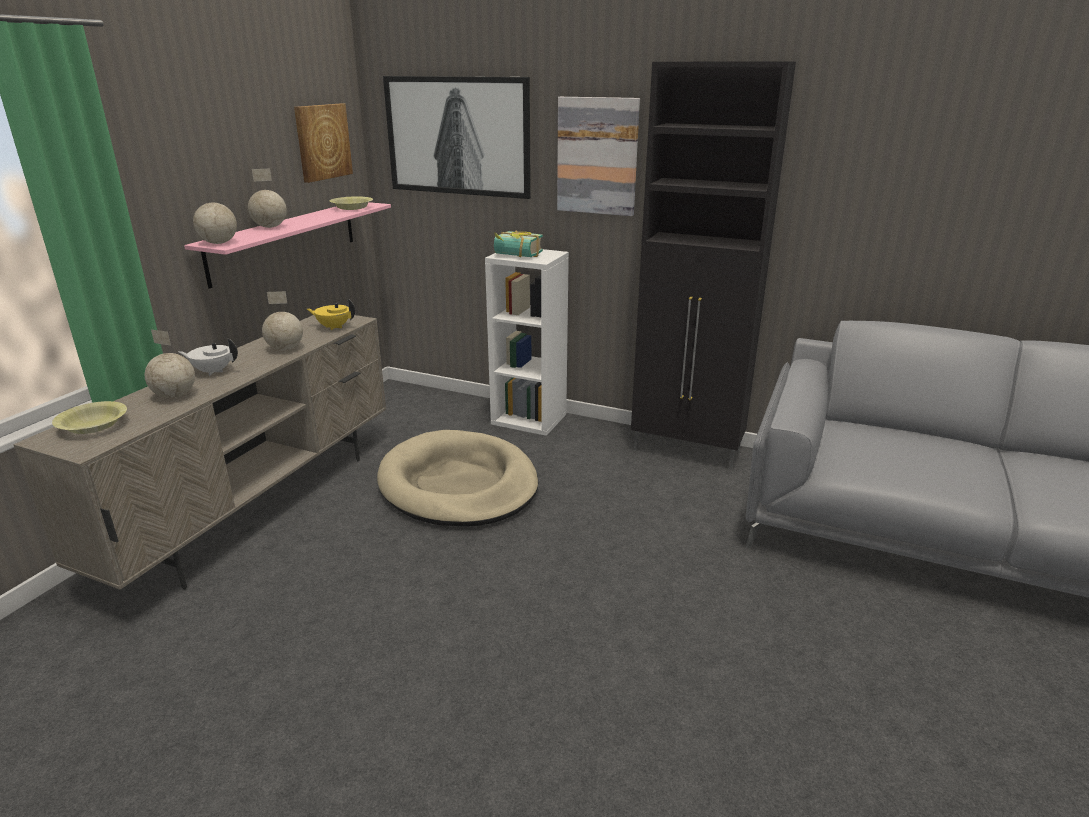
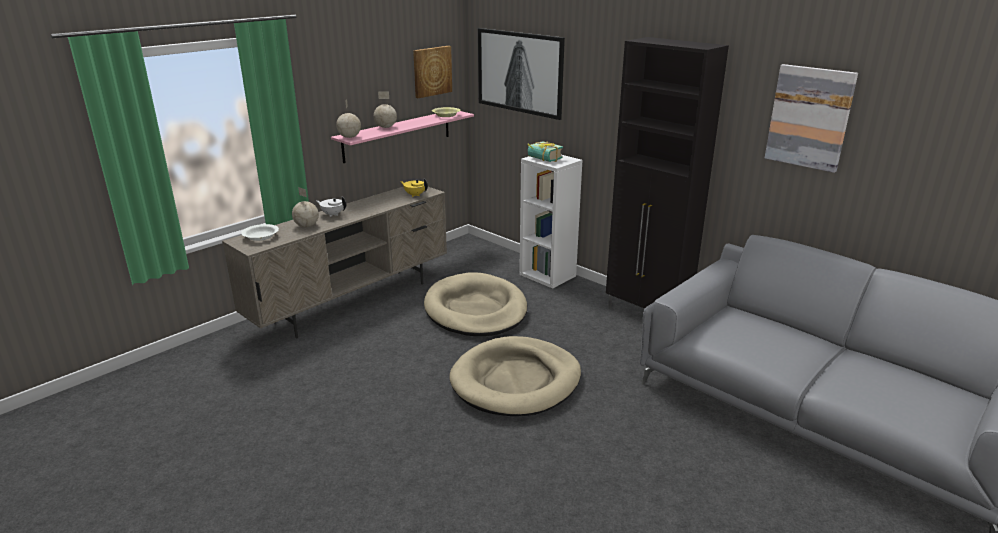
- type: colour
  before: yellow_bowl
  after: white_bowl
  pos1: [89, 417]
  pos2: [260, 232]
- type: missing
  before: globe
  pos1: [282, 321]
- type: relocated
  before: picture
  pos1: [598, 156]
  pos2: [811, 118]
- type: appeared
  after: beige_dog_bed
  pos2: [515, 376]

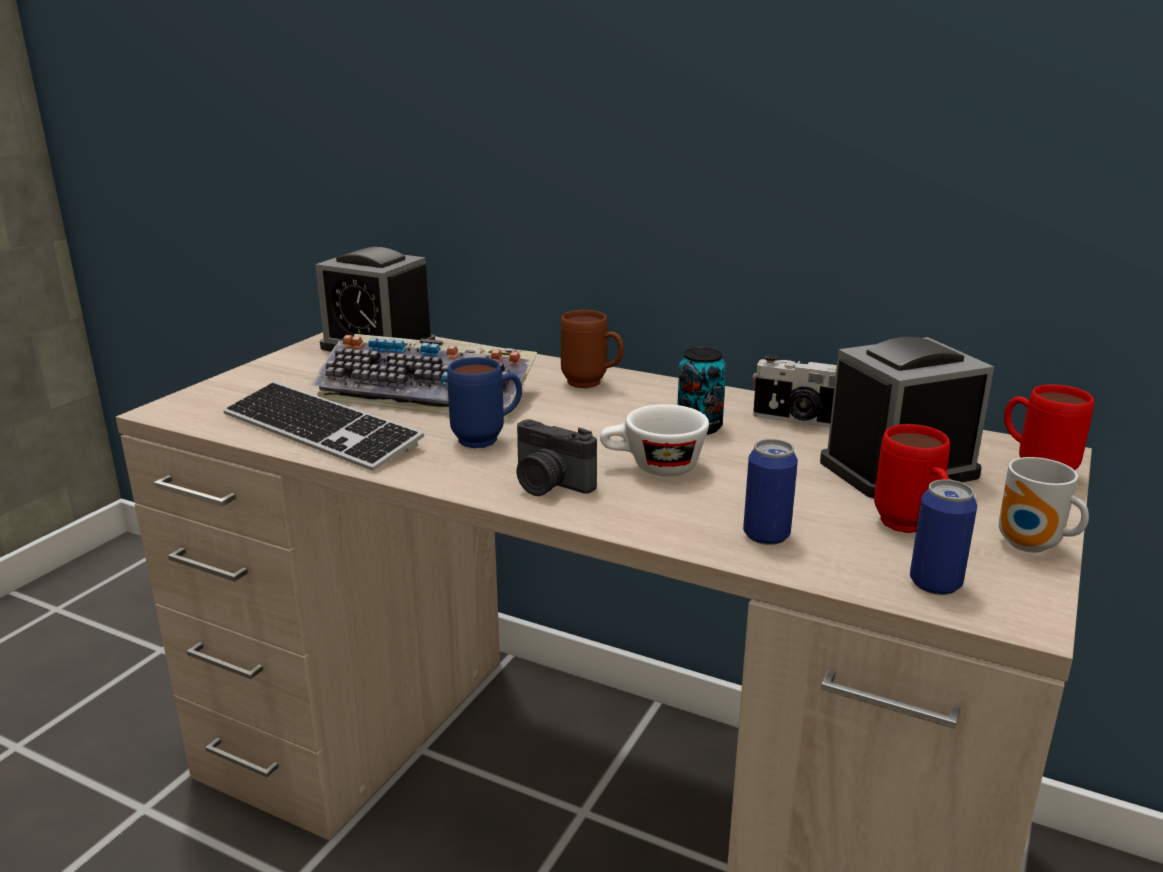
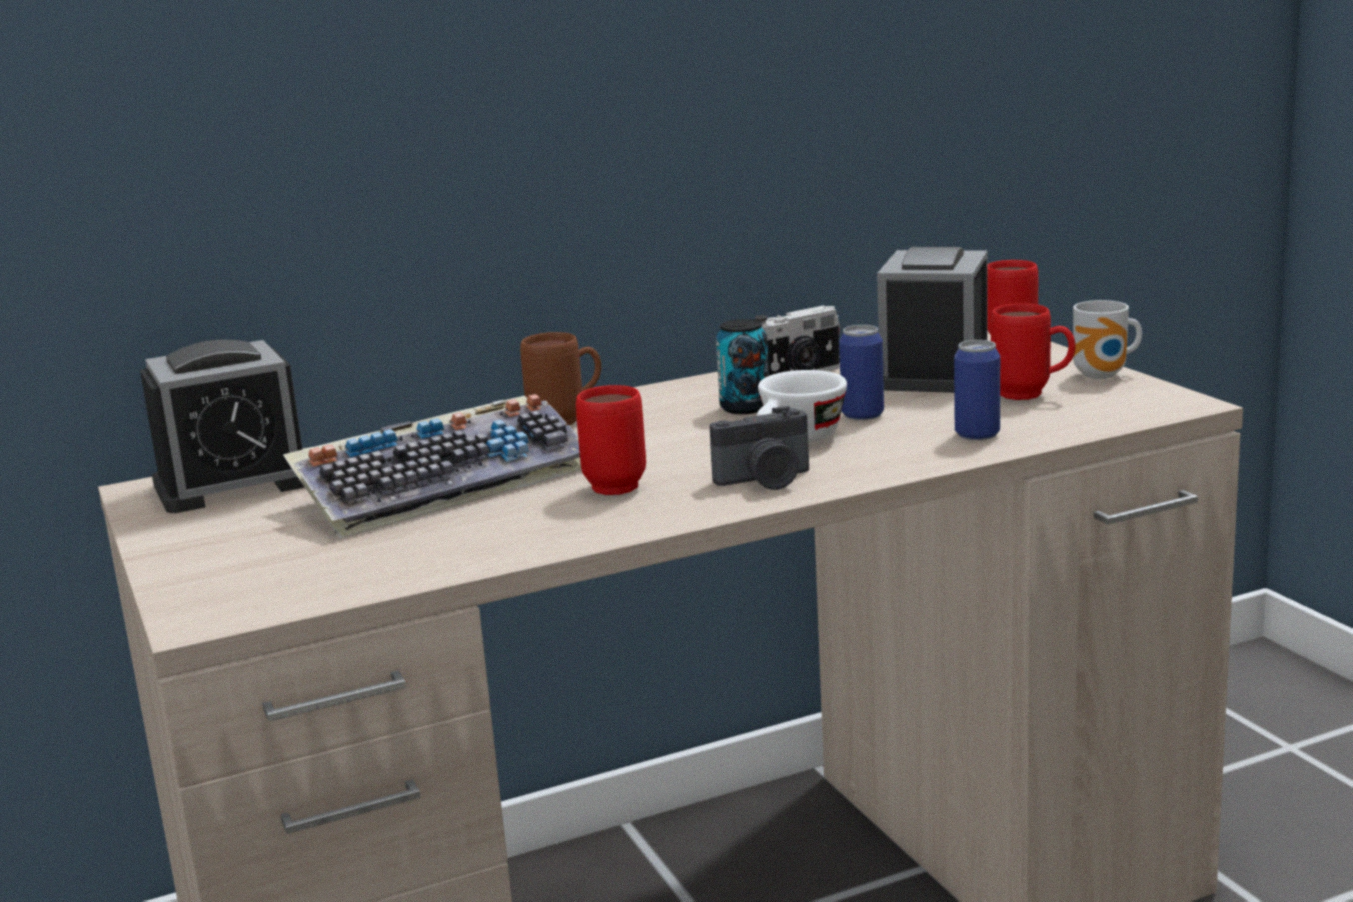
- type: missing
  before: keyboard
  pos1: [323, 426]
- type: colour
  before: blue_mug
  after: red_mug
  pos1: [484, 402]
  pos2: [611, 440]
- type: relocated
  before: can
  pos1: [943, 537]
  pos2: [861, 372]

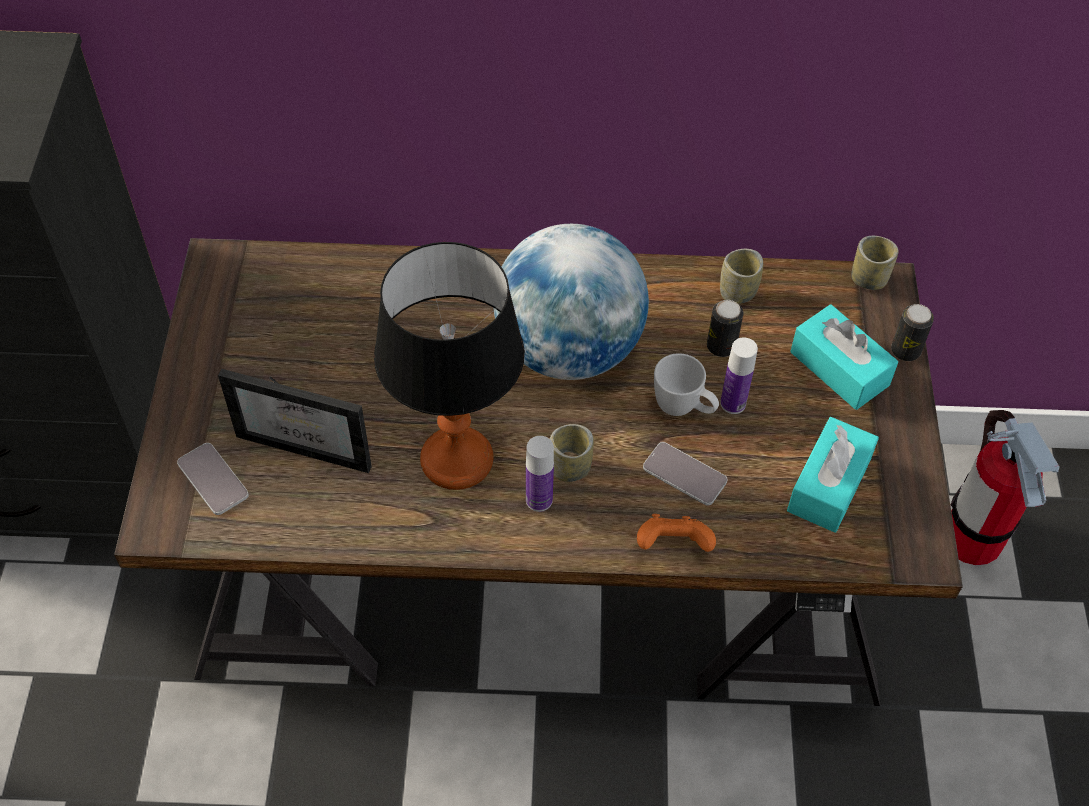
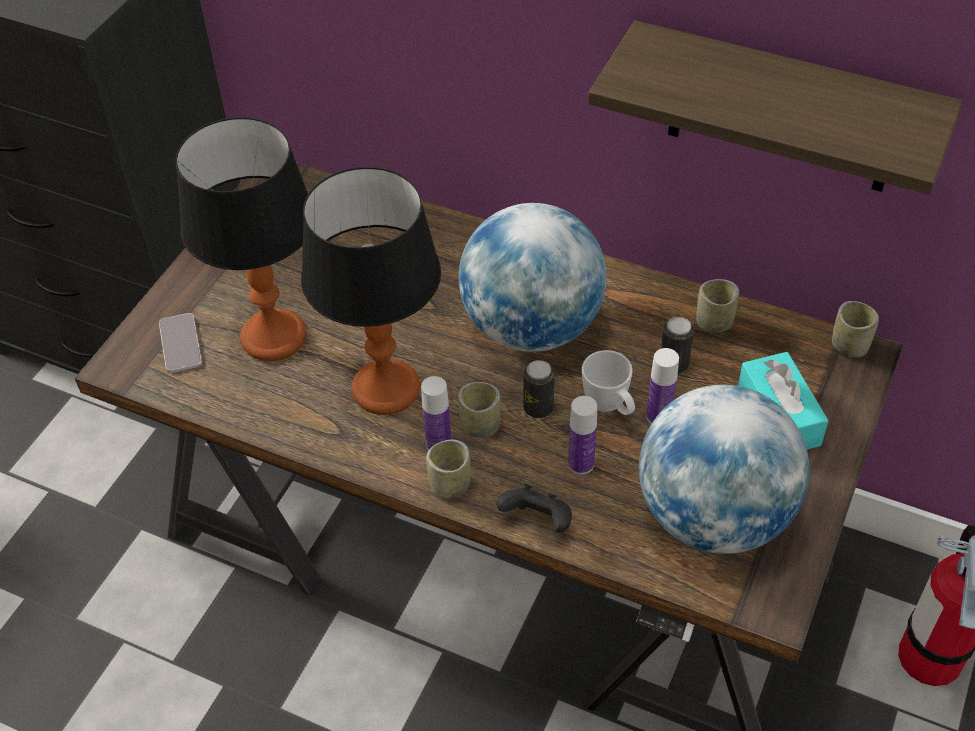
- type: exchanged
  before: picture_frame
  after: table_lamp
  pos1: [295, 421]
  pos2: [241, 239]
- type: colour
  before: orange_game_controller
  after: black_game_controller
  pos1: [676, 533]
  pos2: [534, 508]
- type: exchanged
  before: phone
  after: bottle
  pos1: [685, 474]
  pos2: [582, 435]
- type: exchanged
  before: turquoise_tissue_box
  after: globe
  pos1: [833, 475]
  pos2: [724, 469]
- type: relocated
  before: can
  pos1: [912, 332]
  pos2: [539, 389]
- type: appeared
  after: cup
  pos2: [448, 469]
- type: appeared
  after: shelf
  pos2: [775, 107]

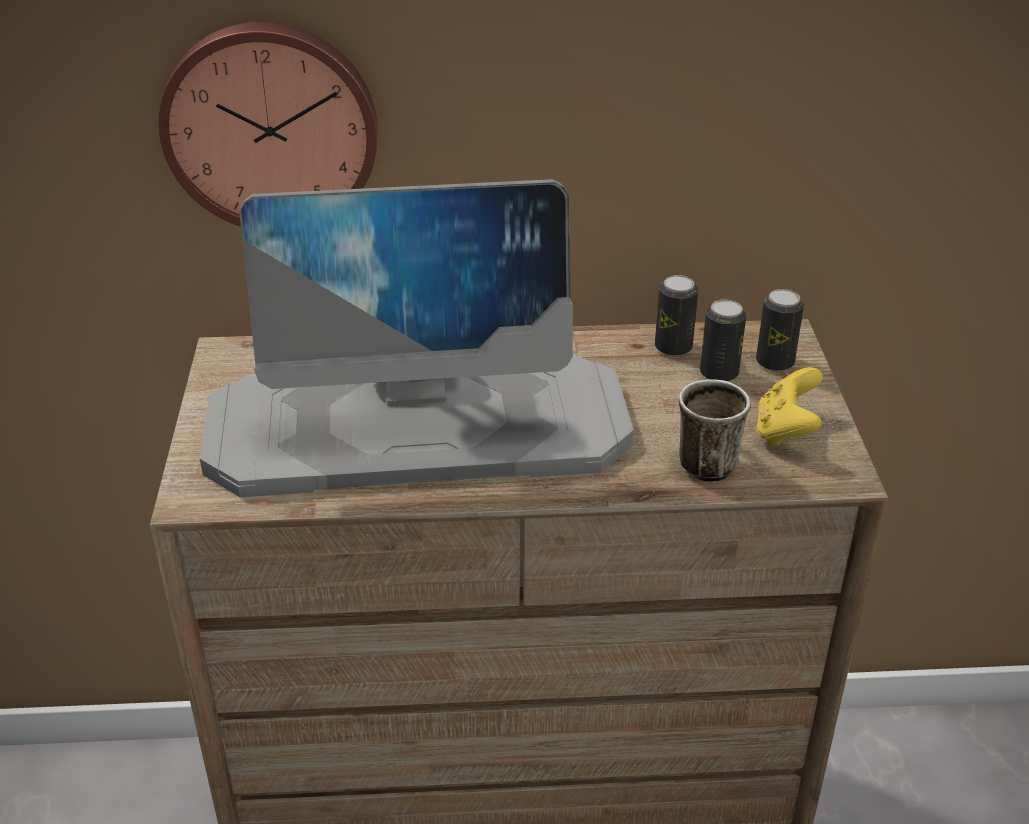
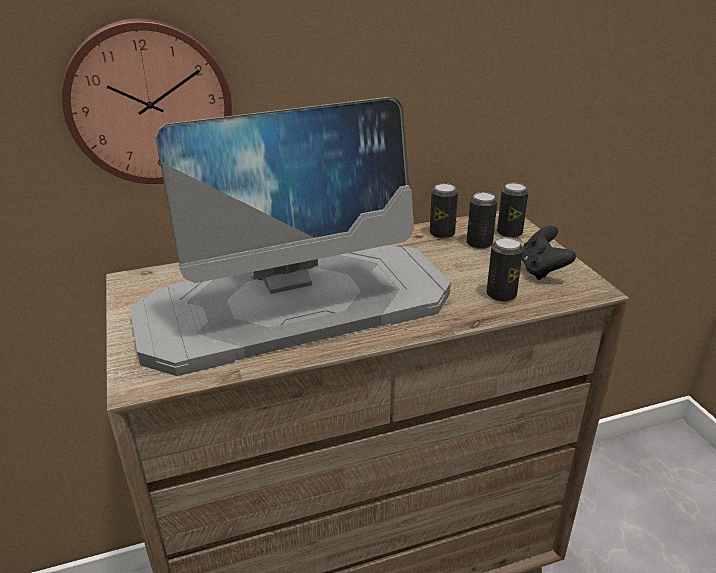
- type: exchanged
  before: mug
  after: can
  pos1: [714, 430]
  pos2: [505, 269]
- type: colour
  before: yellow_game_controller
  after: black_game_controller
  pos1: [789, 407]
  pos2: [549, 253]

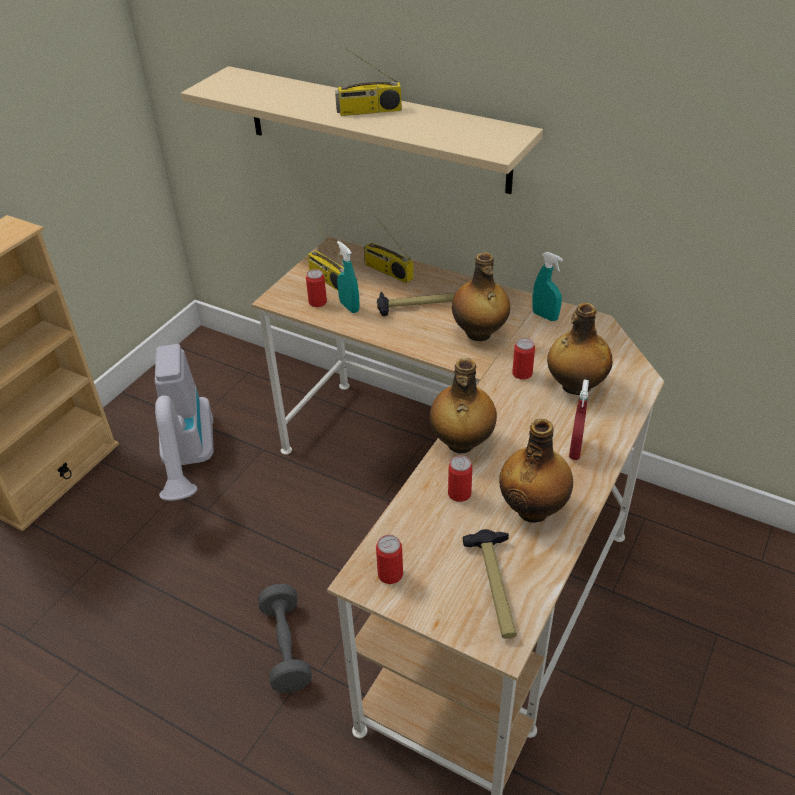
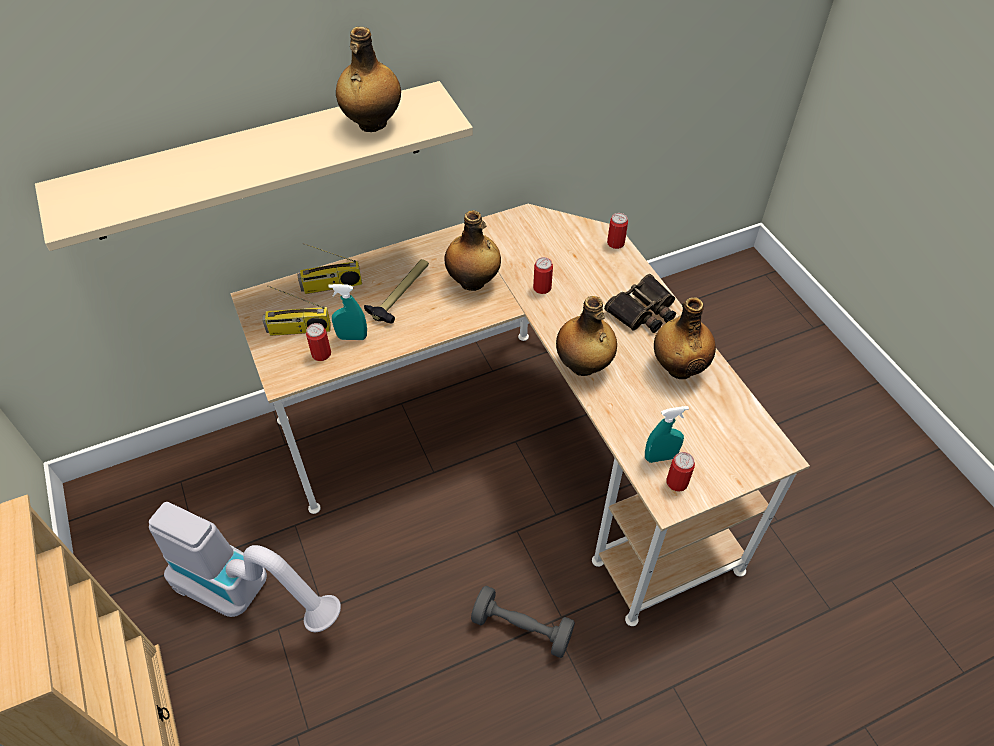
- type: missing
  before: radio
  pos1: [368, 82]
- type: relocated
  before: can
  pos1: [460, 478]
  pos2: [617, 231]
- type: missing
  before: hammer
  pos1: [490, 583]
- type: relocated
  before: turquoise_spray_bottle
  pos1: [547, 286]
  pos2: [667, 434]
- type: relocated
  before: bottle
  pos1: [580, 349]
  pos2: [368, 79]
- type: exchanged
  before: red_spray_bottle
  after: binoculars
  pos1: [579, 419]
  pos2: [640, 303]

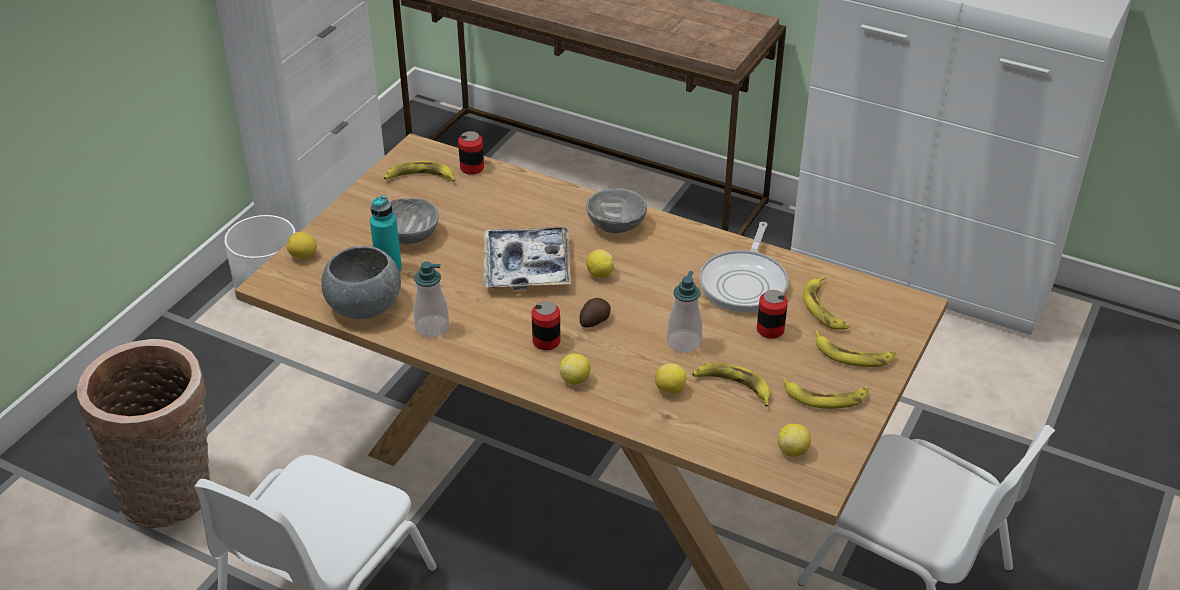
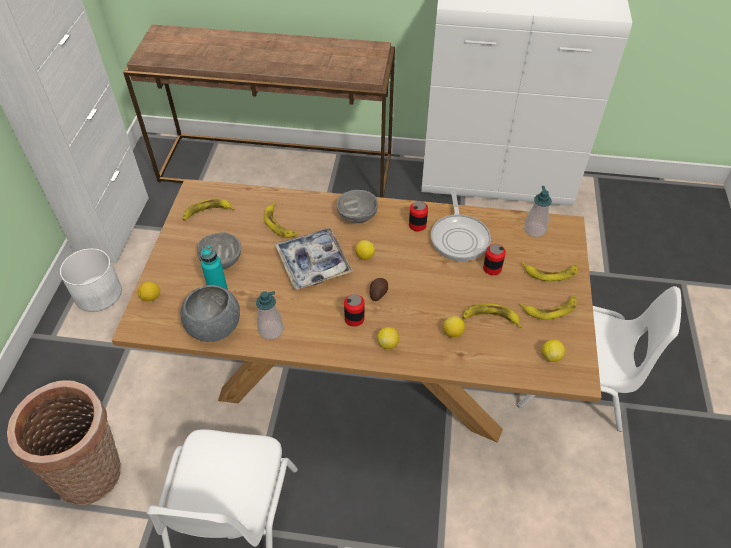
- type: relocated
  before: can
  pos1: [471, 153]
  pos2: [418, 216]
- type: relocated
  before: soap_dispenser
  pos1: [684, 312]
  pos2: [538, 211]
- type: relocated
  before: banana
  pos1: [826, 303]
  pos2: [280, 220]

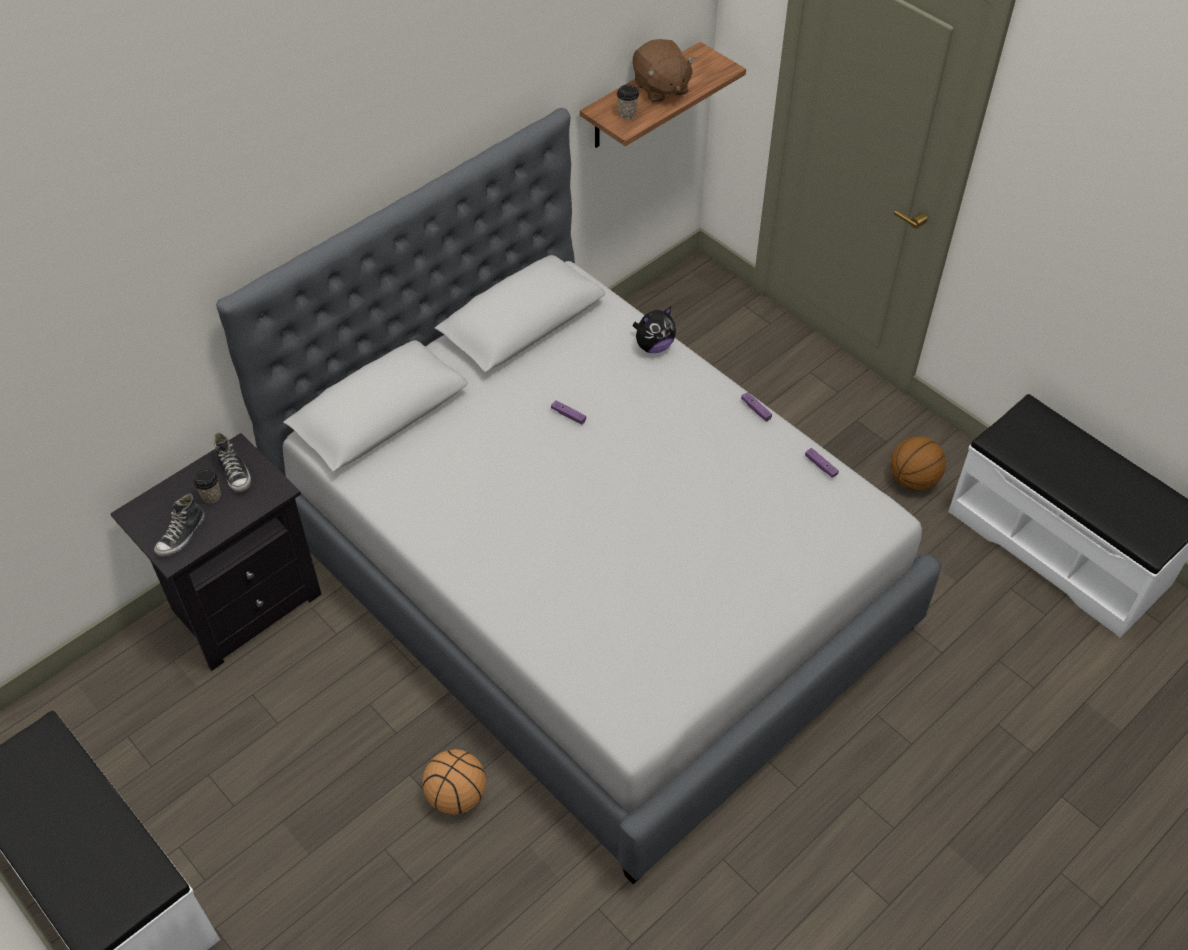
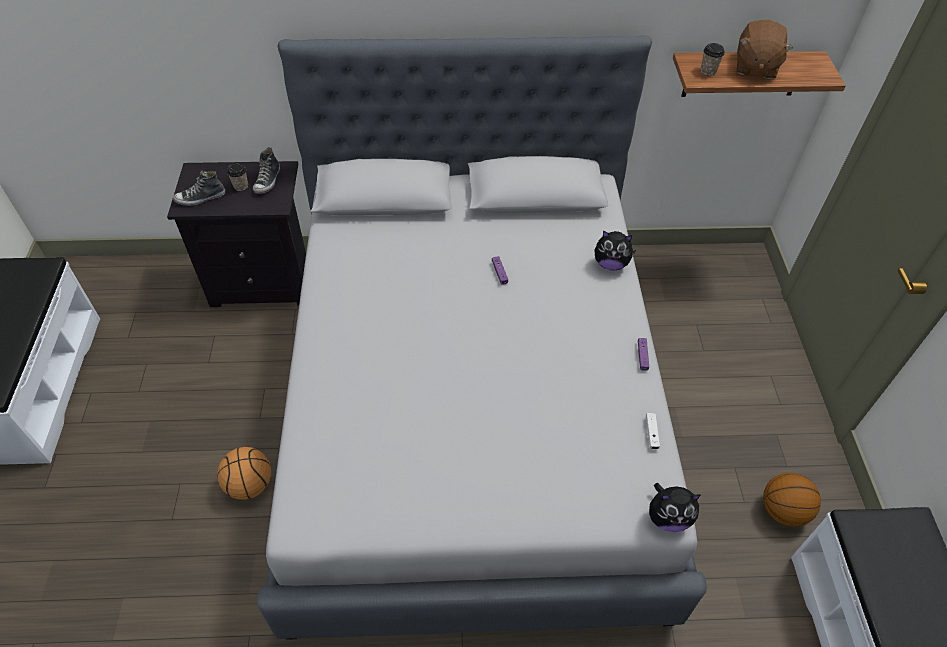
- type: colour
  before: purple_game_controller
  after: white_game_controller
  pos1: [822, 463]
  pos2: [653, 431]
- type: appeared
  after: plush_toy
  pos2: [675, 507]

